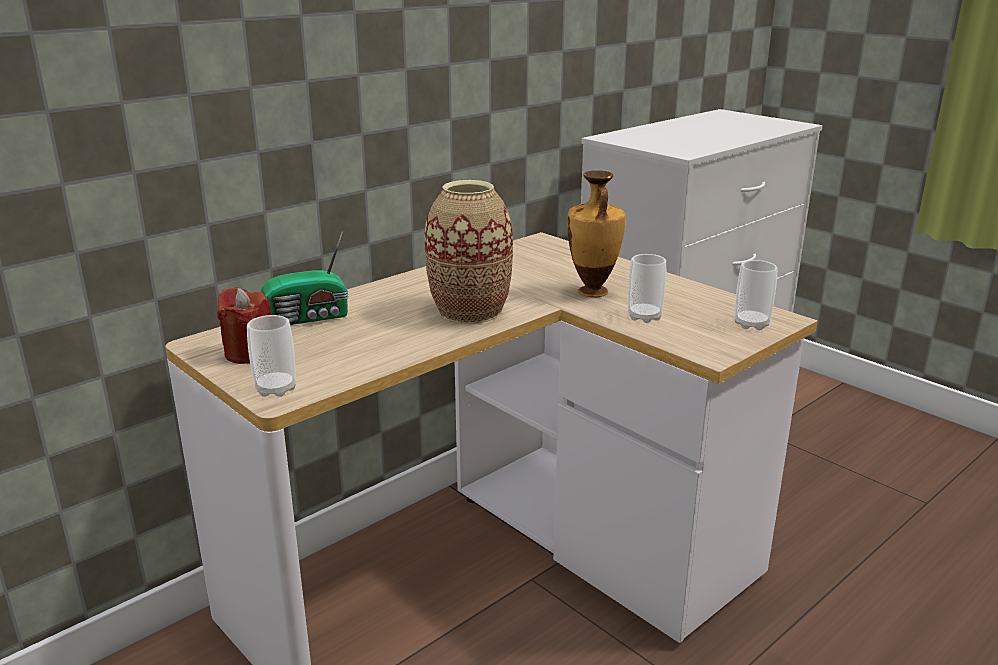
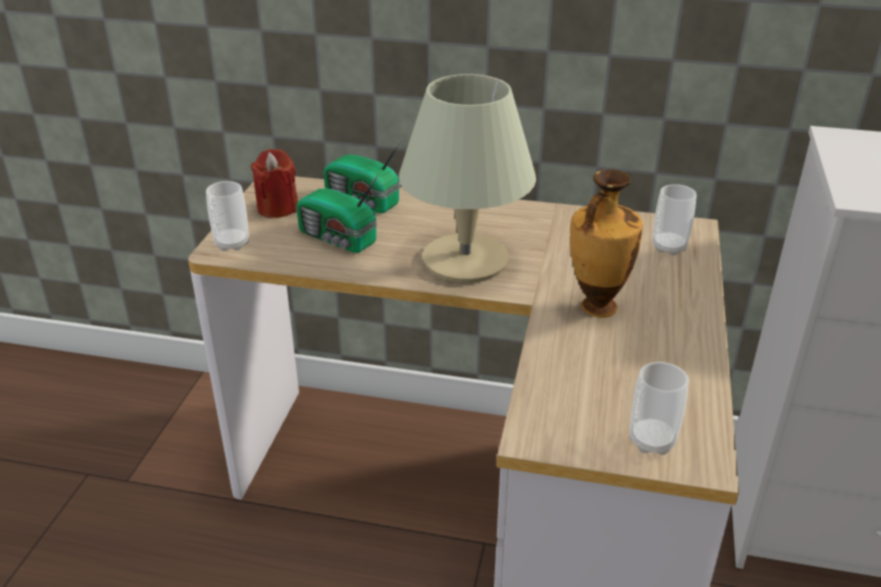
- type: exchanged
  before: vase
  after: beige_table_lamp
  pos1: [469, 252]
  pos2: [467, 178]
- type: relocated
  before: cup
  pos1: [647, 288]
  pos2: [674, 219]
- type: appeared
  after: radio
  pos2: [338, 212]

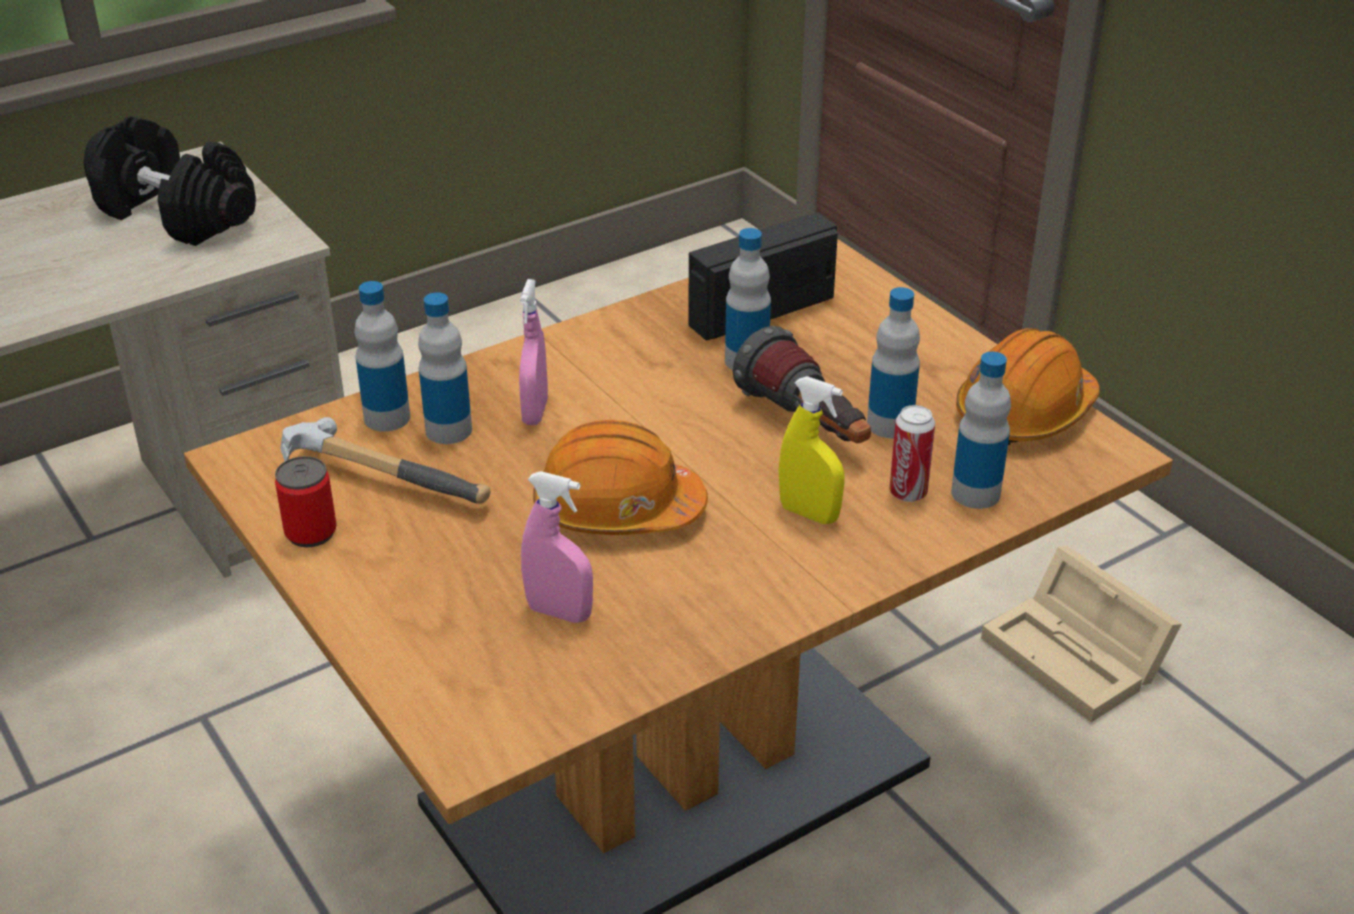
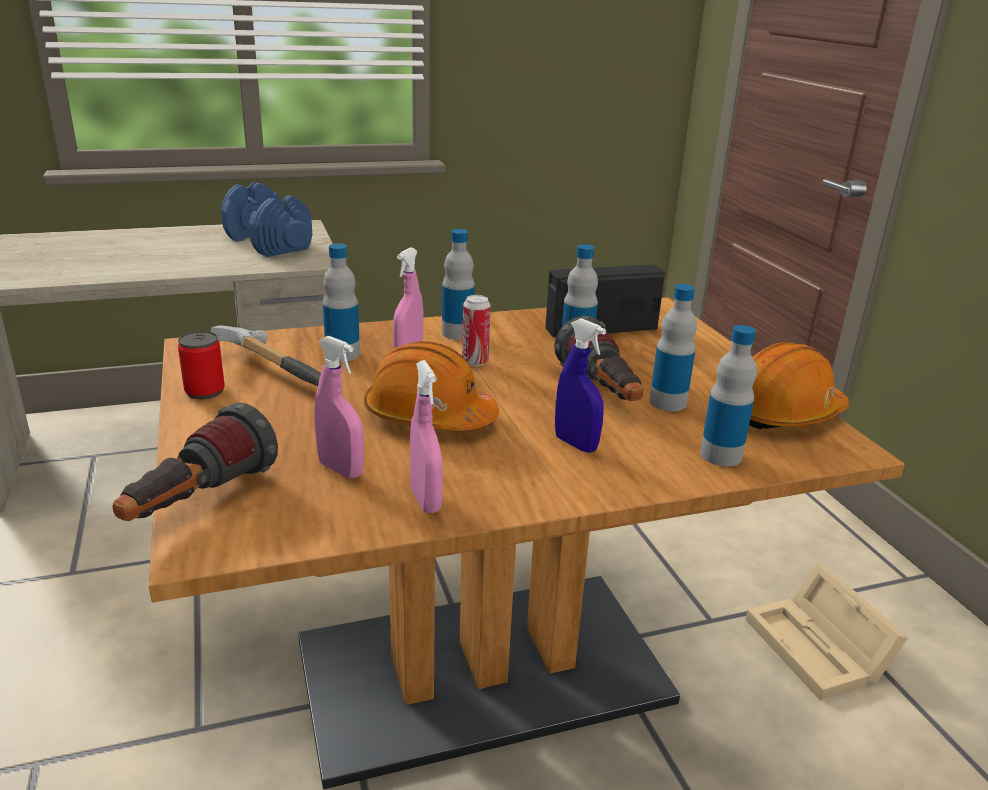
- type: colour
  before: black_dumbbell
  after: blue_dumbbell
  pos1: [169, 181]
  pos2: [266, 219]
- type: relocated
  before: bottle
  pos1: [382, 356]
  pos2: [458, 284]
- type: colour
  before: yellow_spray_bottle
  after: blue_spray_bottle
  pos1: [812, 450]
  pos2: [580, 385]
- type: relocated
  before: can
  pos1: [912, 453]
  pos2: [476, 330]
- type: appeared
  after: flashlight
  pos2: [195, 461]
- type: appeared
  after: pink_spray_bottle
  pos2: [426, 436]

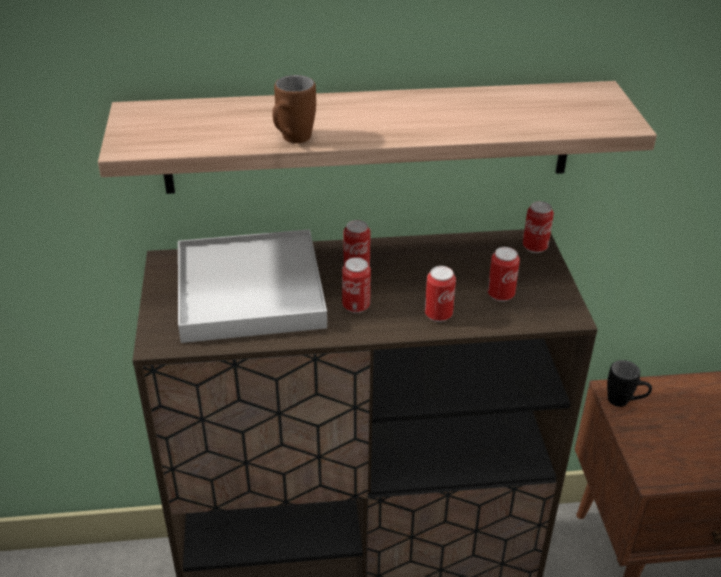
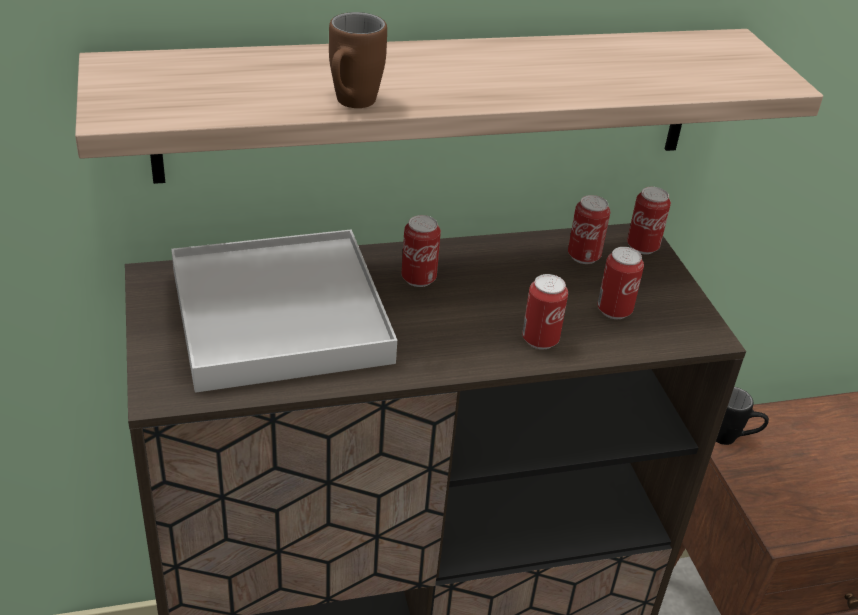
- type: relocated
  before: can
  pos1: [356, 285]
  pos2: [589, 229]

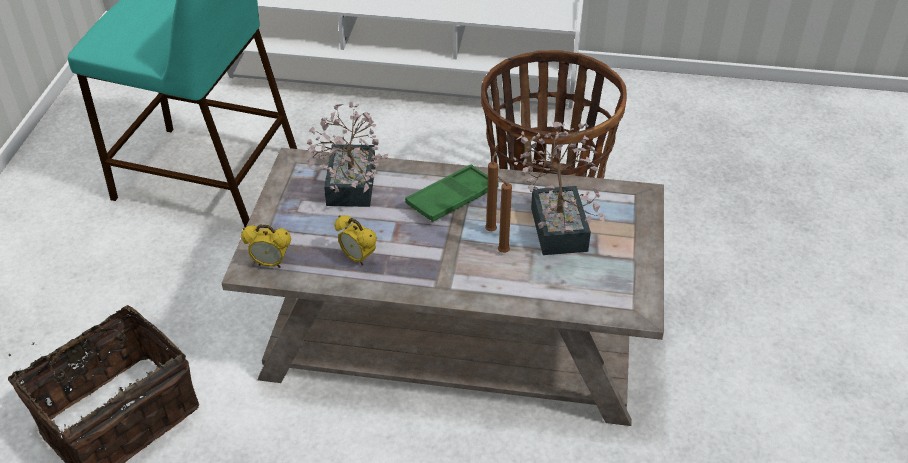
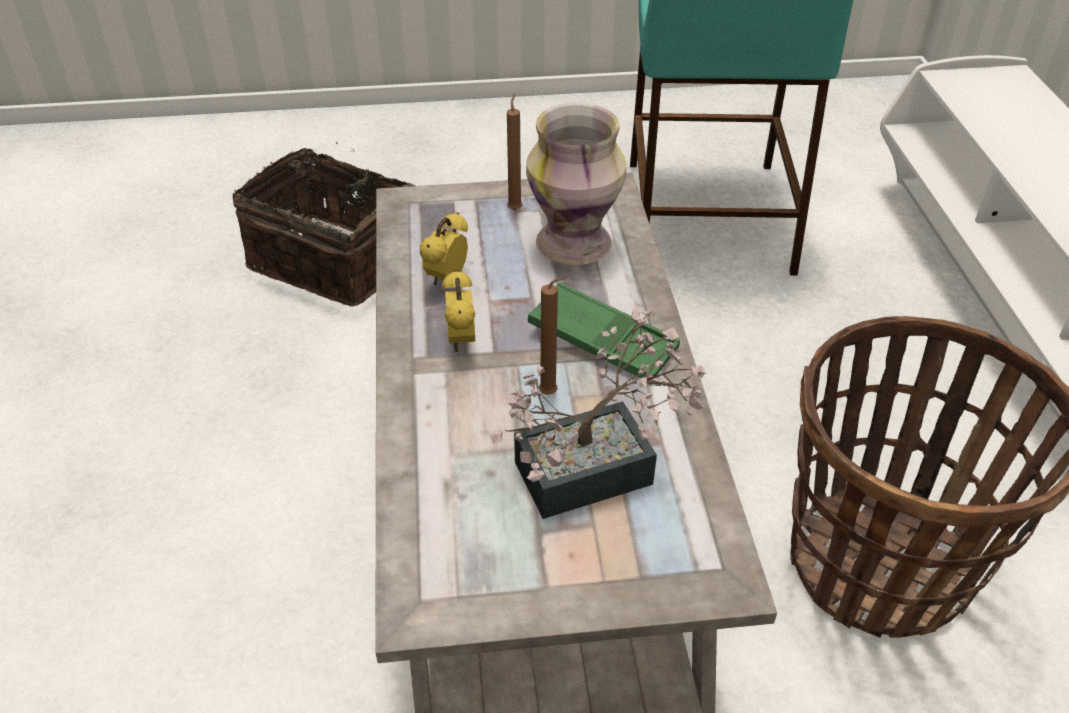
- type: relocated
  before: alarm_clock
  pos1: [266, 246]
  pos2: [458, 311]
- type: exchanged
  before: potted_plant
  after: vase
  pos1: [347, 154]
  pos2: [576, 184]
- type: relocated
  before: brown_candle
  pos1: [504, 214]
  pos2: [515, 151]

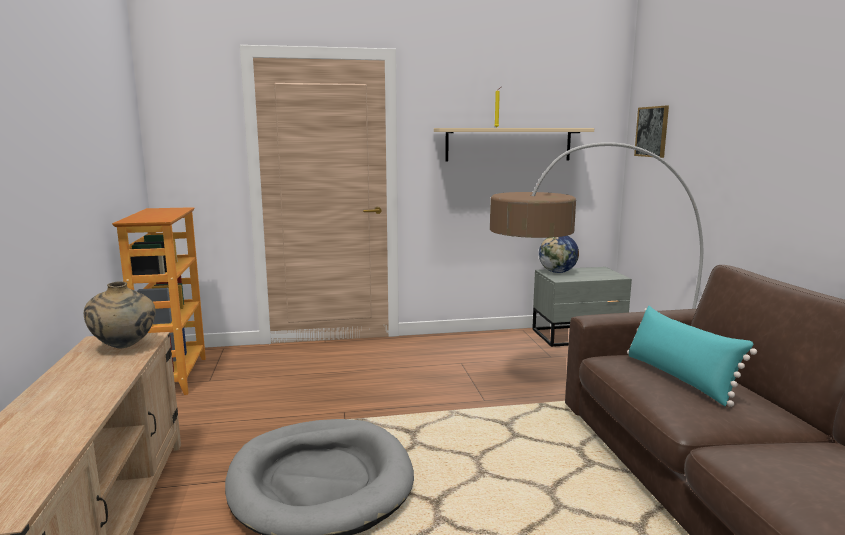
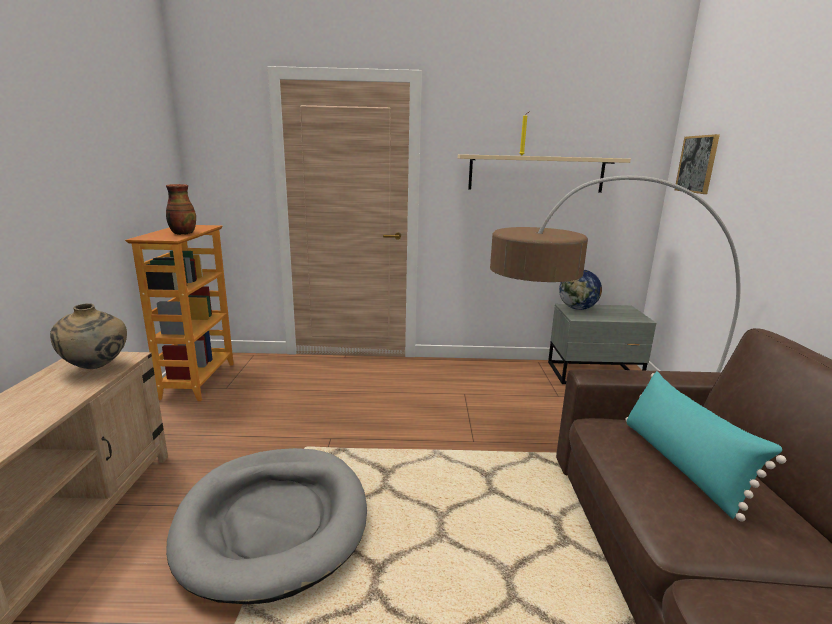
- type: appeared
  after: vase
  pos2: [181, 209]

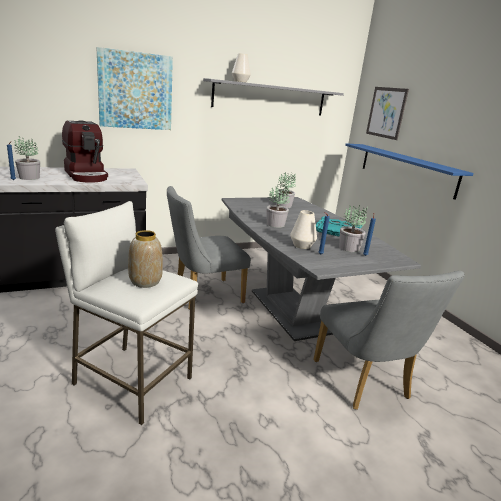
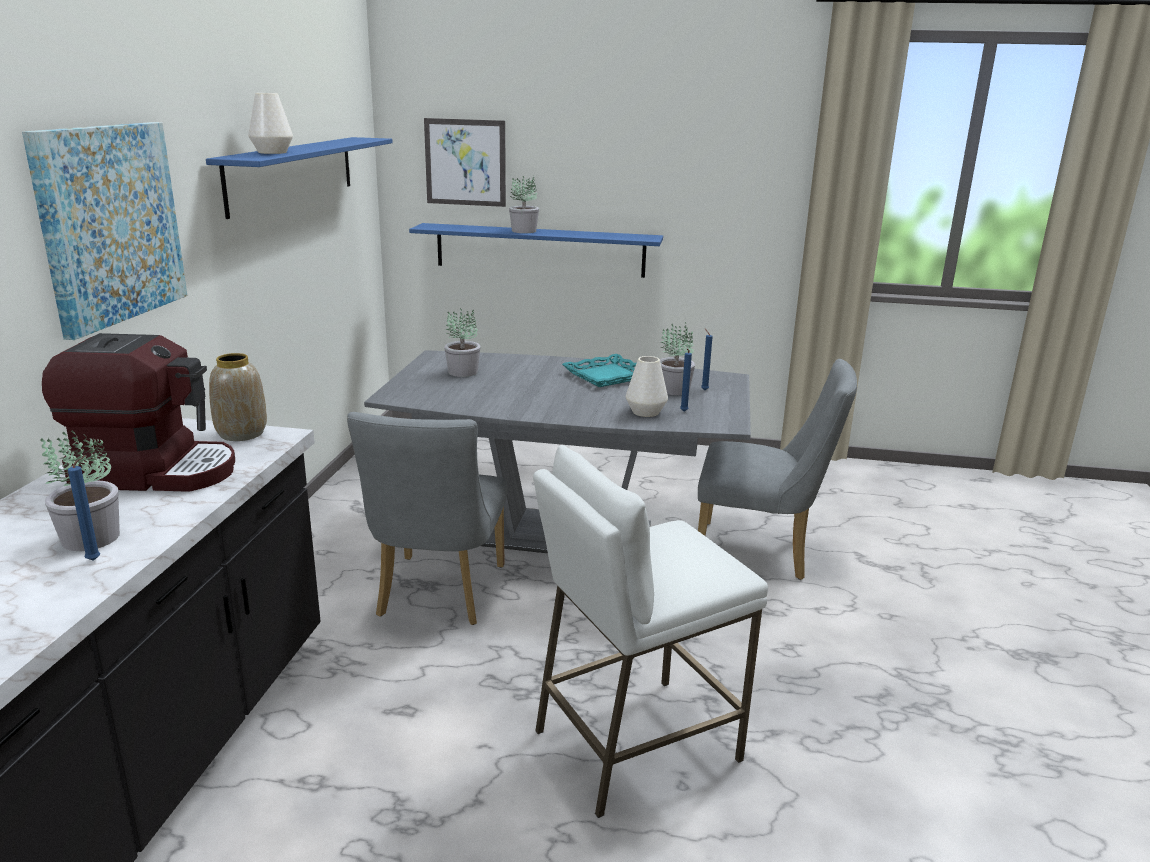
- type: relocated
  before: vase
  pos1: [145, 259]
  pos2: [238, 397]
- type: colour
  before: grey_shelf
  after: blue_shelf
  pos1: [273, 97]
  pos2: [299, 178]
- type: relocated
  before: potted_plant
  pos1: [278, 206]
  pos2: [524, 204]

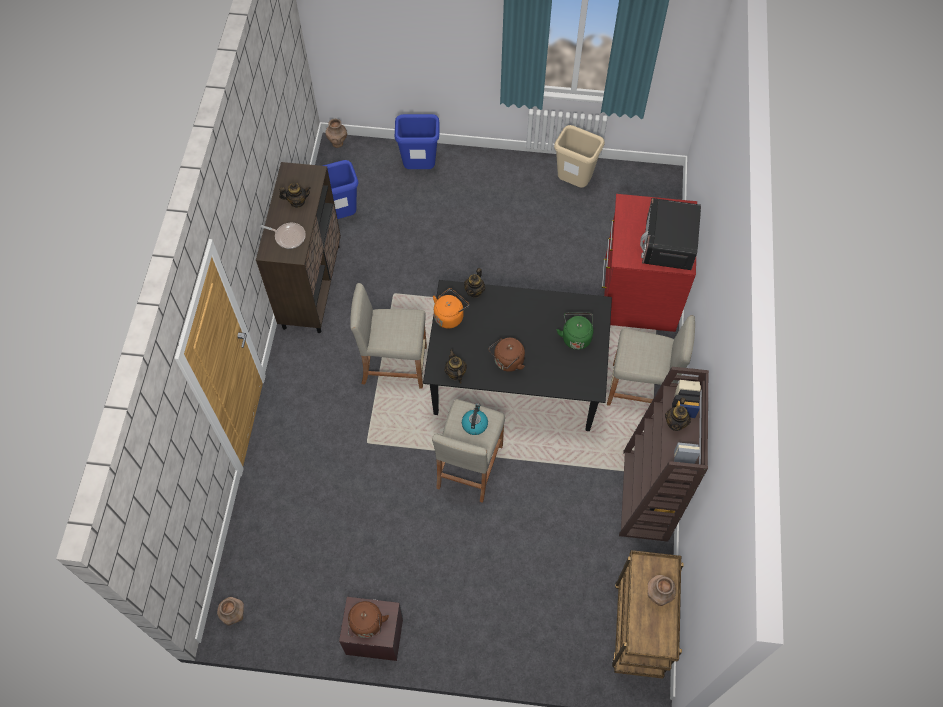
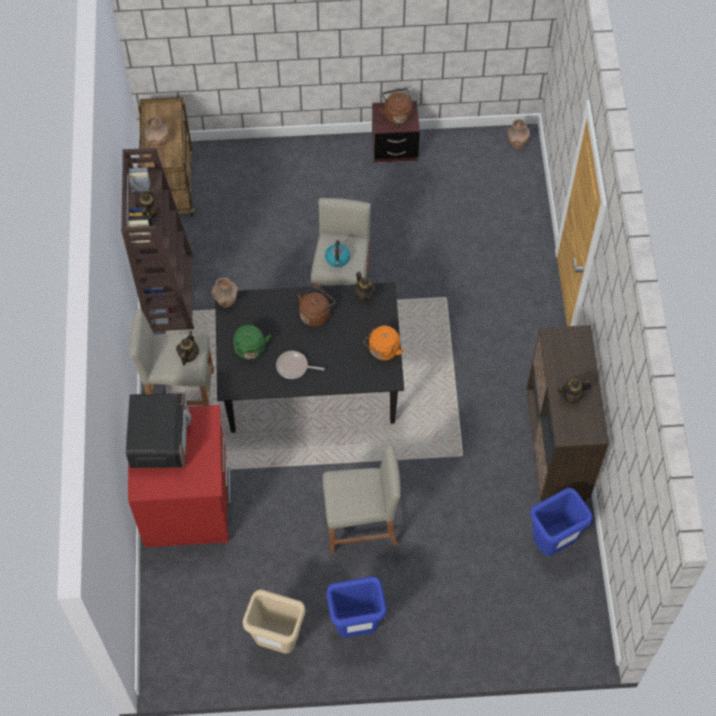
- type: relocated
  before: frying_pan
  pos1: [283, 236]
  pos2: [300, 365]
- type: relocated
  before: brown_vase
  pos1: [336, 133]
  pos2: [224, 292]
- type: relocated
  before: beige_stool
  pos1: [388, 336]
  pos2: [361, 499]
- type: relocated
  before: blue_trash_can
  pos1: [417, 141]
  pos2: [356, 607]
- type: relocated
  before: teapot
  pos1: [474, 283]
  pos2: [187, 348]

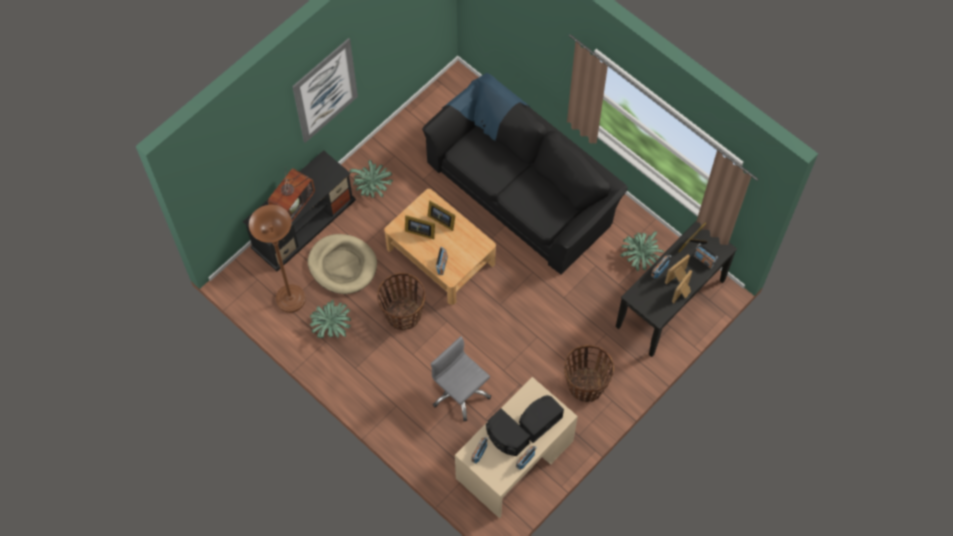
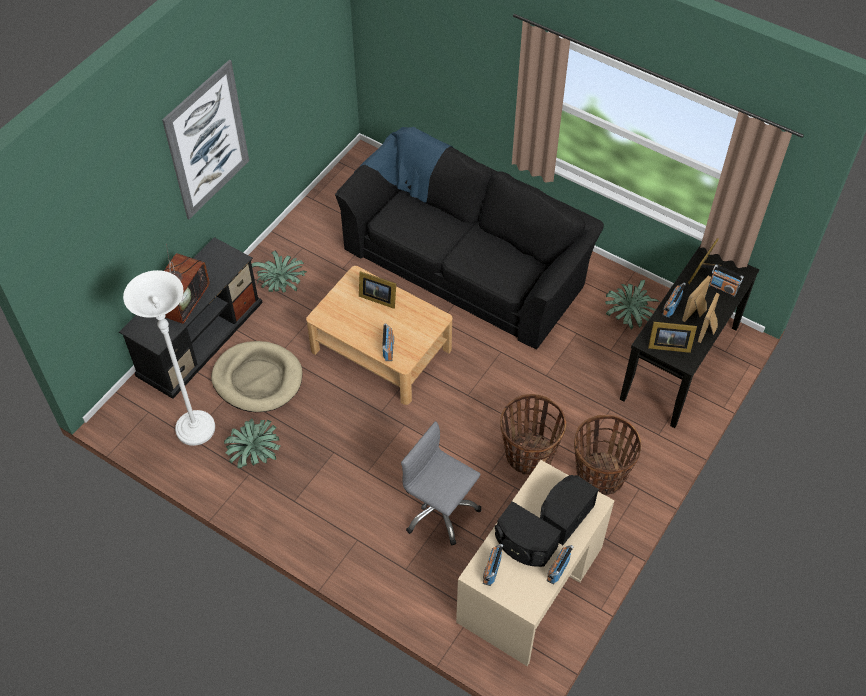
- type: colour
  before: brown_floor_lamp
  after: white_floor_lamp
  pos1: [277, 259]
  pos2: [169, 358]
- type: relocated
  before: basket
  pos1: [401, 301]
  pos2: [533, 434]
- type: relocated
  before: picture_frame
  pos1: [420, 227]
  pos2: [672, 337]

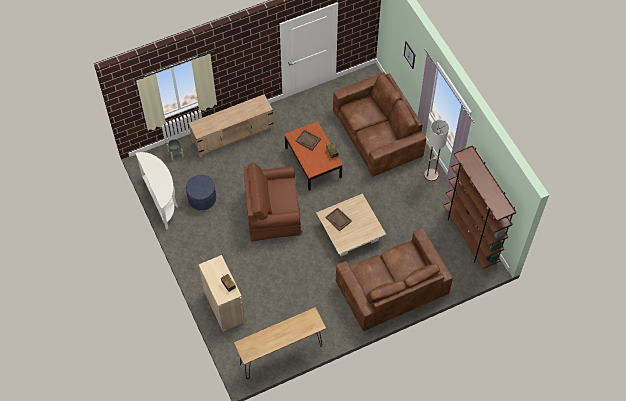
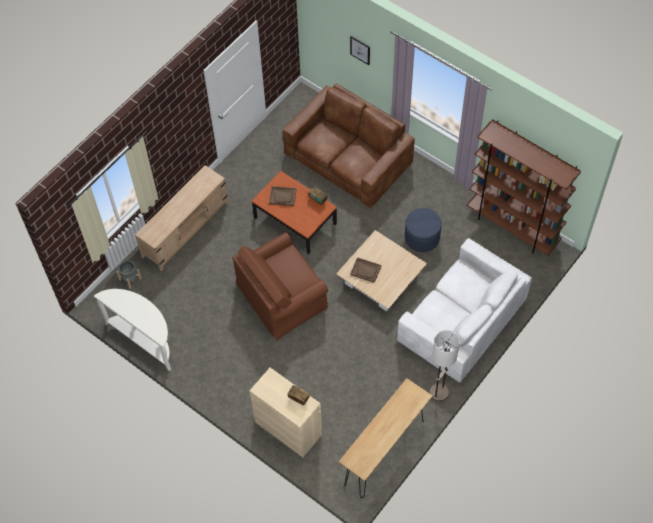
- type: relocated
  before: blue_ottoman
  pos1: [201, 192]
  pos2: [423, 230]
- type: colour
  before: brown_sofa
  after: white_sofa
  pos1: [394, 279]
  pos2: [464, 310]
- type: relocated
  before: floor_lamp
  pos1: [436, 150]
  pos2: [445, 365]

